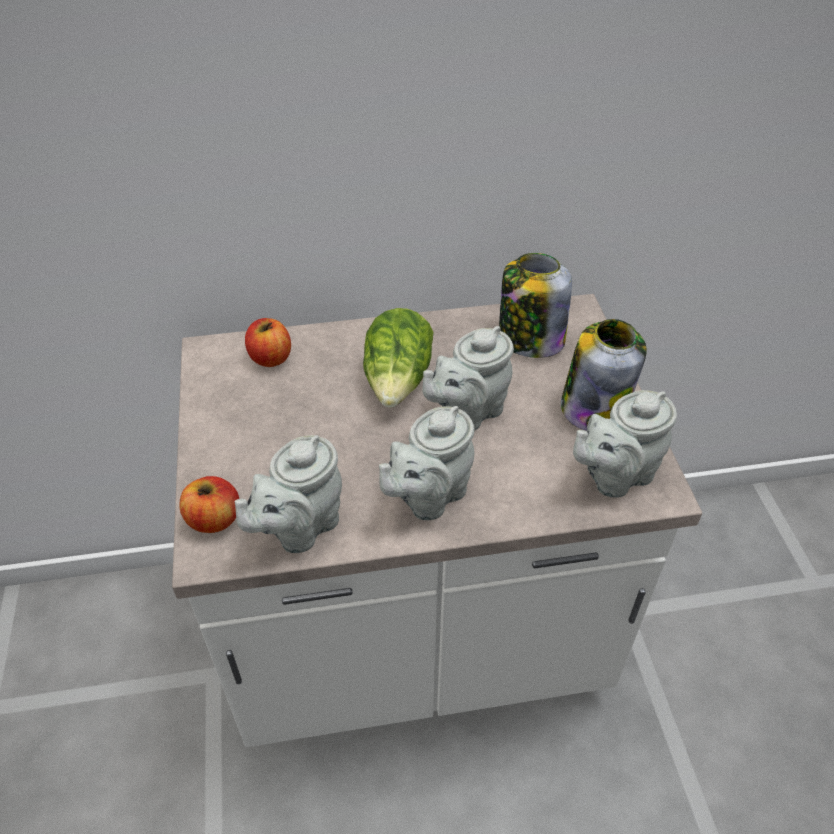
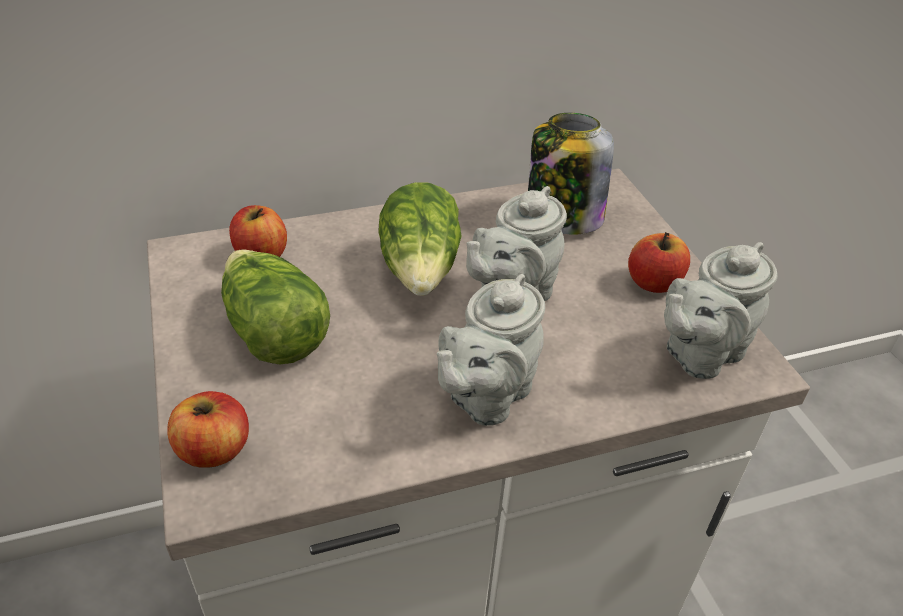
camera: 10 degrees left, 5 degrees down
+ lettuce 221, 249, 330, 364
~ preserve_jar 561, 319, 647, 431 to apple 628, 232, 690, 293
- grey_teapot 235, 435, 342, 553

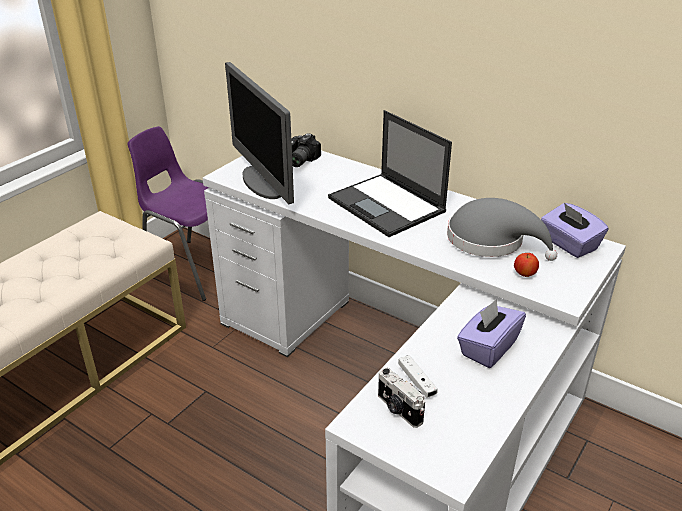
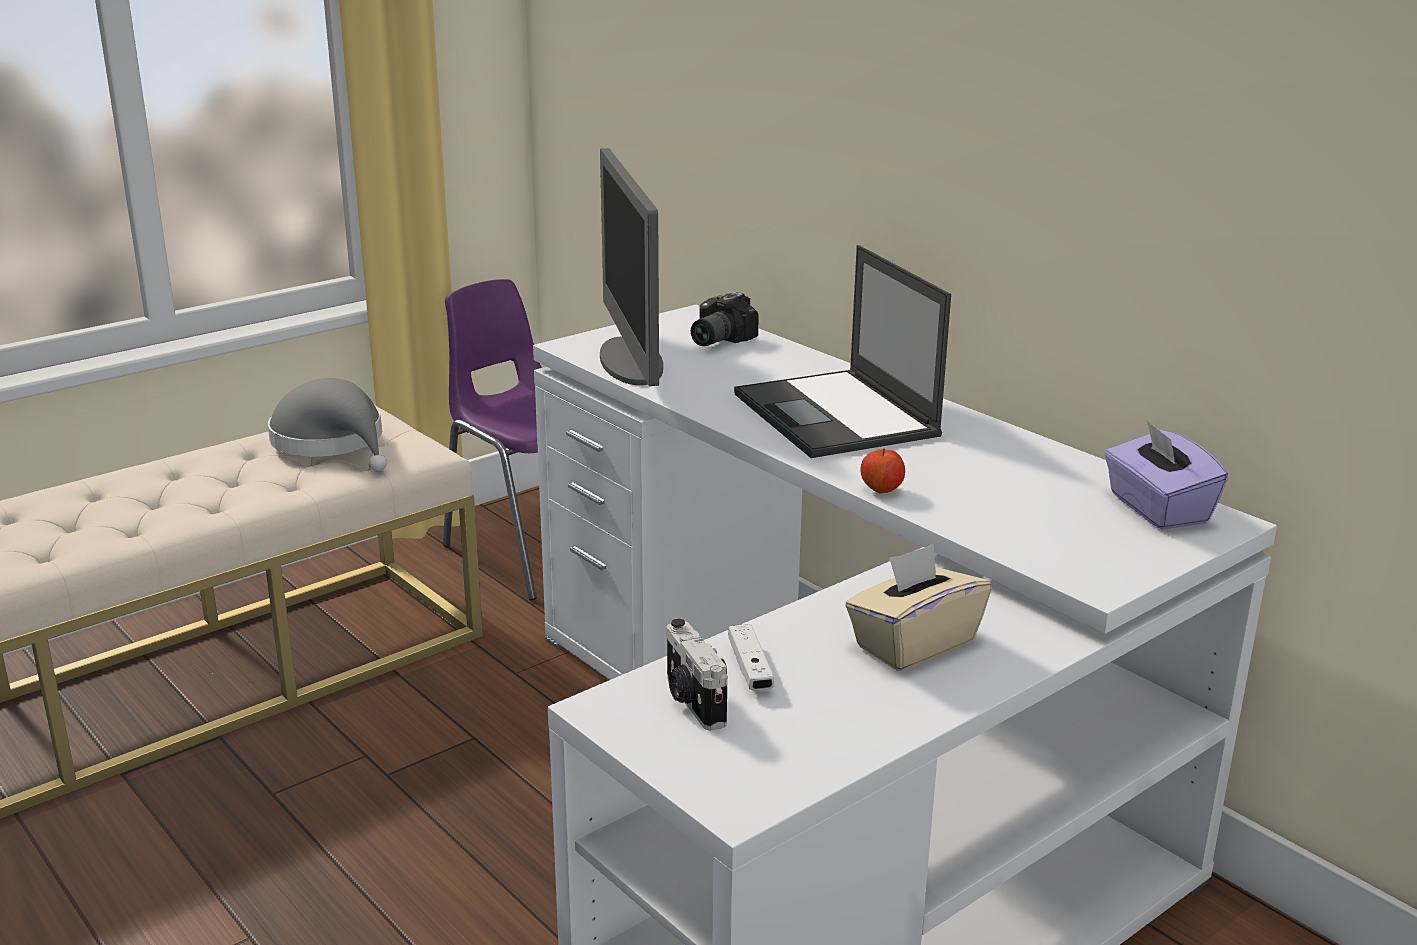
camera: 15 degrees right, 10 degrees down
~ grey_clothing_hat 447, 198, 557, 261 to 268, 378, 387, 471
~ purplish_tissue_holder 457, 299, 526, 368 to beige-coloured_tissue_holder 845, 544, 992, 671
~ apple 514, 253, 539, 277 to 860, 449, 905, 493

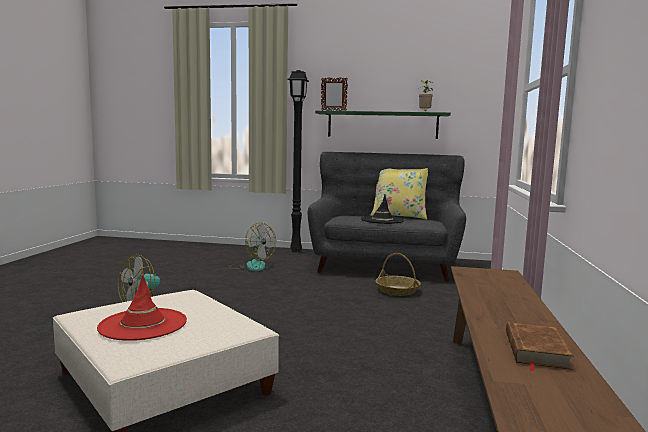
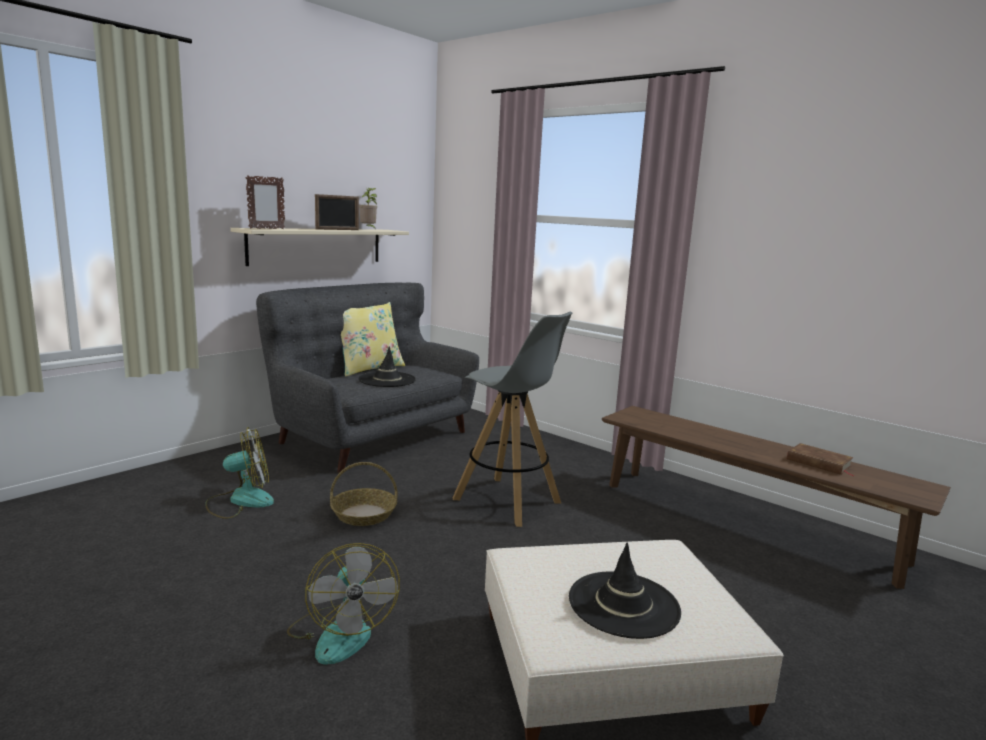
camera: 60 degrees left, 5 degrees up
~ greenish_shelf 315, 111, 451, 139 to beige-coloured_shelf 230, 228, 409, 266
+ standing_frame 315, 194, 359, 230
~ storage_basket 375, 253, 421, 296 to 330, 462, 397, 526
+ grey_stool 453, 312, 572, 527
~ red-coloured_clothing_hat 97, 274, 187, 341 to black_clothing_hat 569, 543, 681, 639
- black_standing_lamp 288, 70, 309, 252

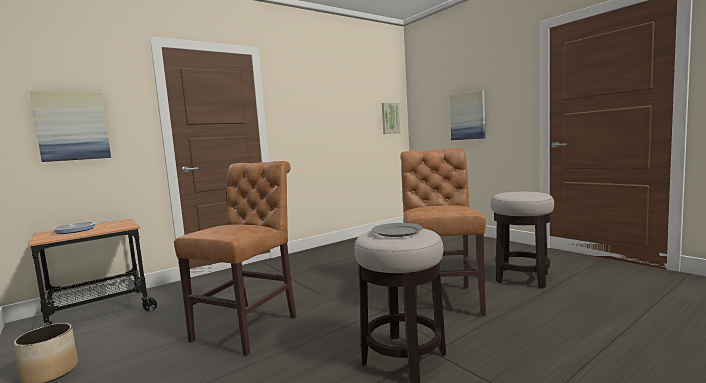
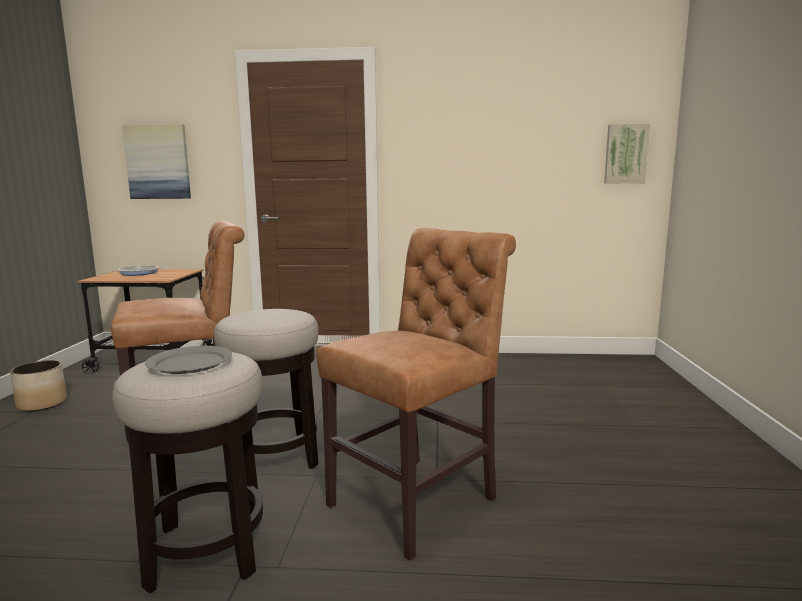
camera: 40 degrees right, 5 degrees up
~ stool 491, 191, 554, 288 to 214, 309, 319, 469
- picture 450, 90, 485, 140

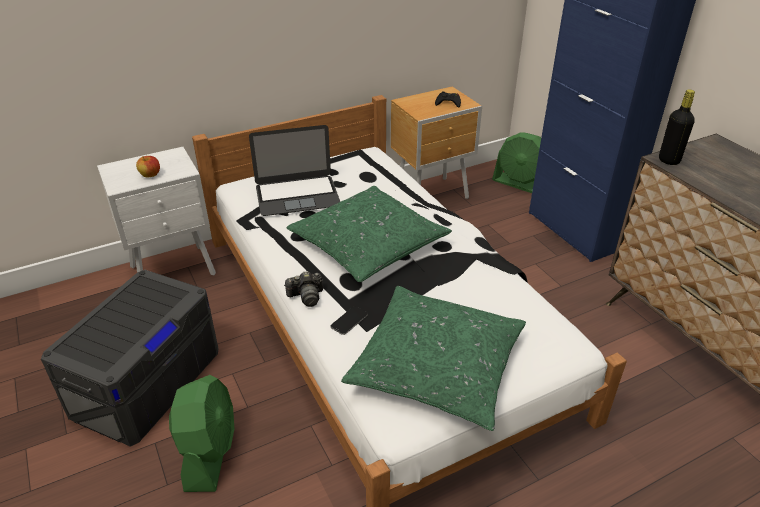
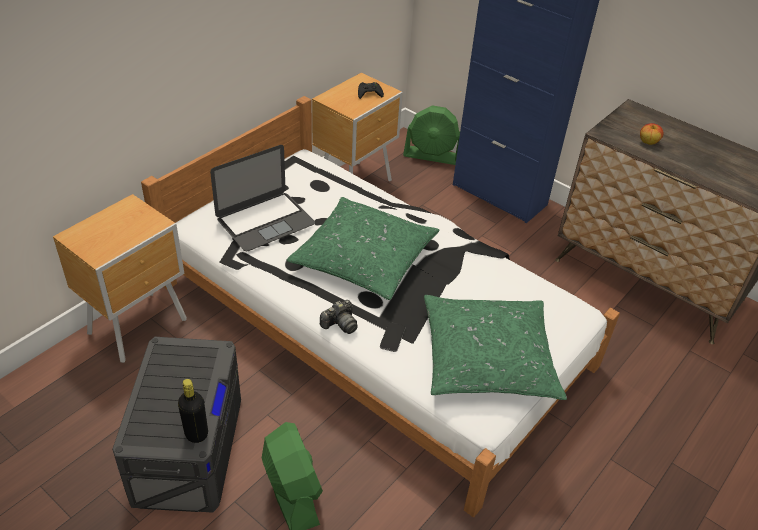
camera: 25 degrees left, 5 degrees up
~ white_nightstand 97, 147, 216, 276 to brownish_nightstand 53, 194, 187, 363
~ black_beverage_bottle 659, 89, 695, 165 to 178, 379, 208, 443
~ apple 136, 156, 160, 177 to 640, 123, 664, 145

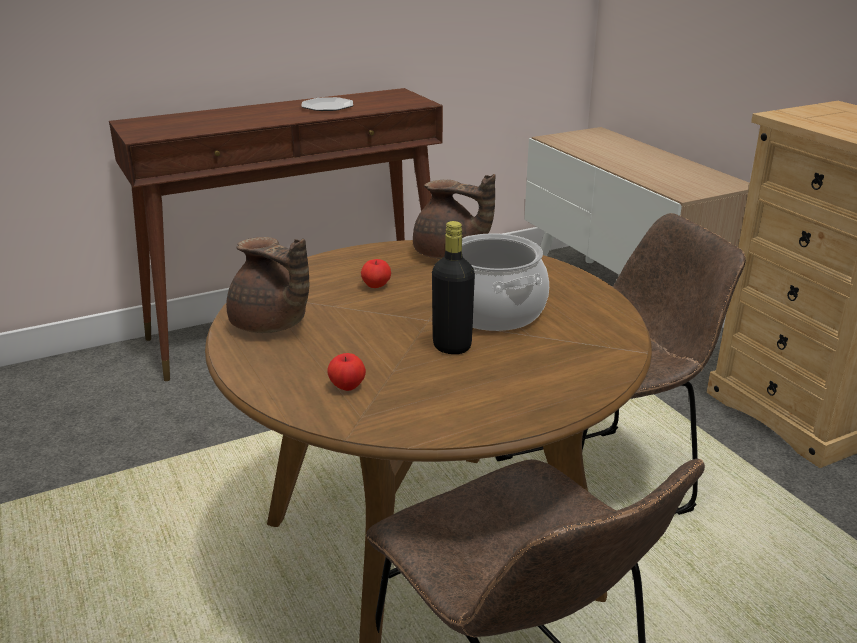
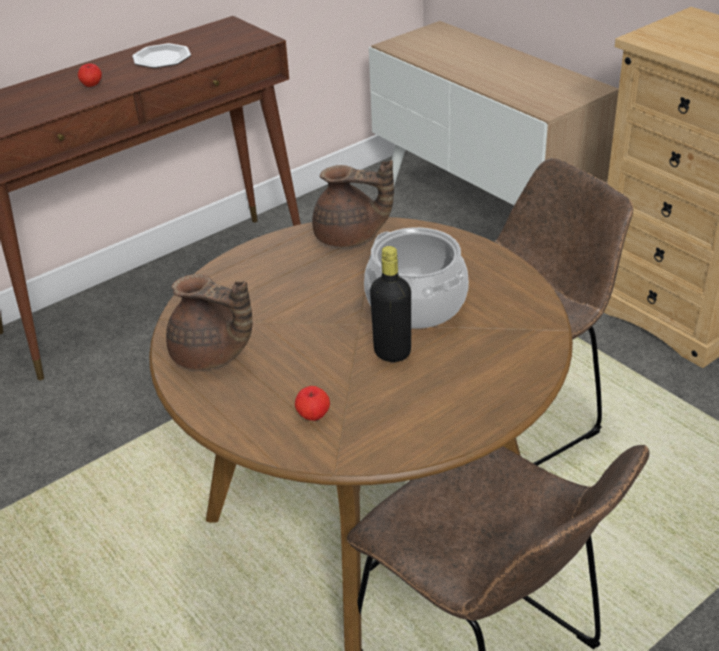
camera: 10 degrees left, 10 degrees up
~ apple 361, 259, 391, 288 to 78, 63, 102, 87

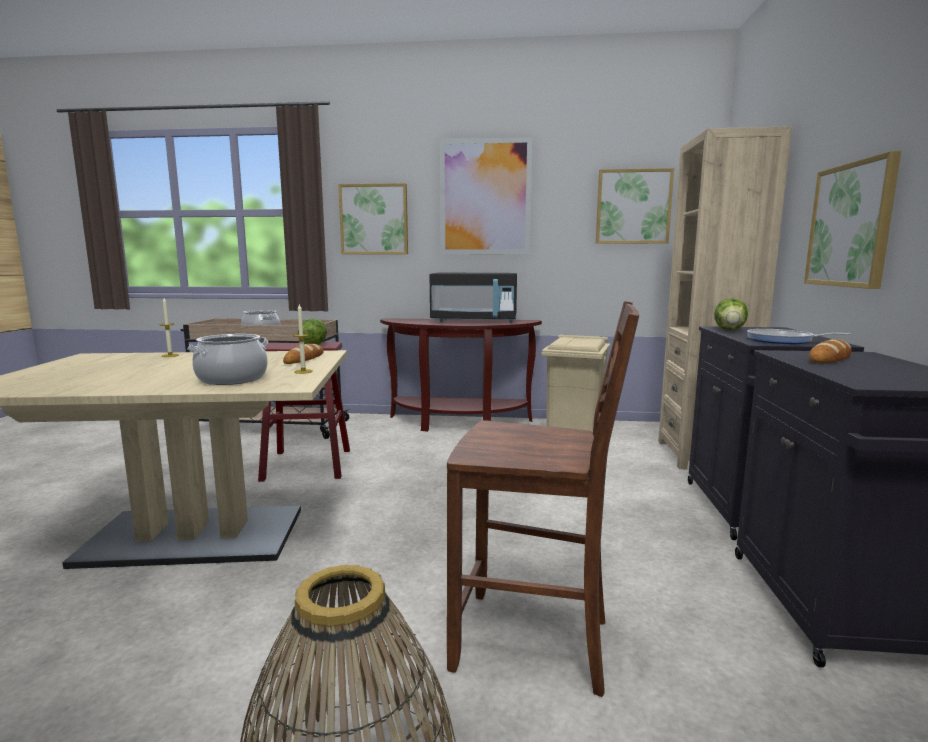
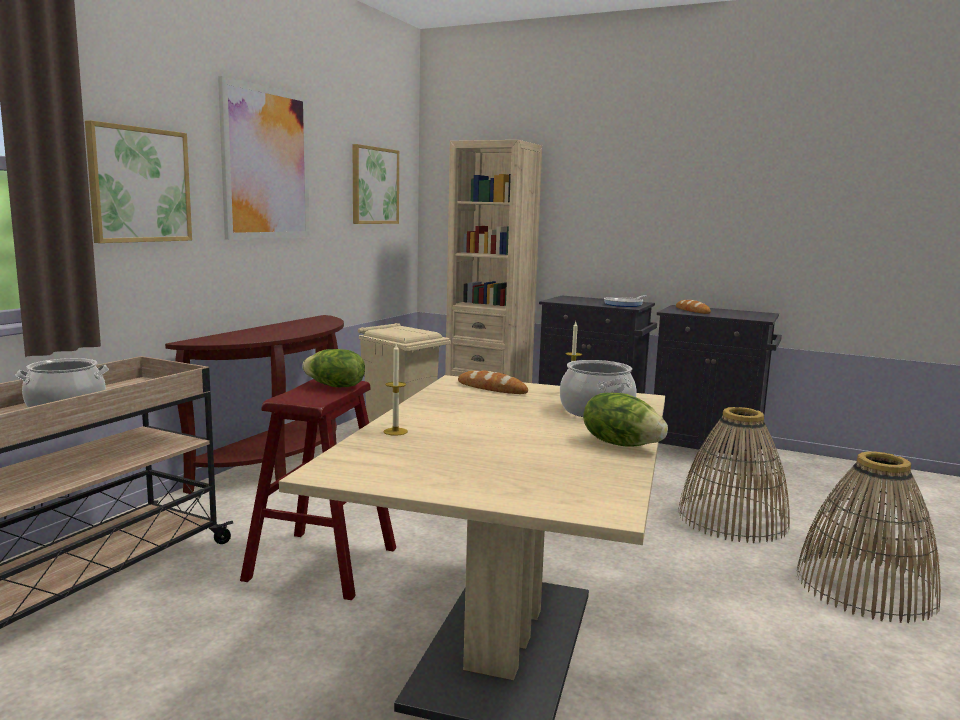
camera: 70 degrees left, 0 degrees up
~ lettuce 714, 299, 748, 330 to 583, 393, 668, 447
~ brownish_plain_chair 447, 301, 639, 697 to storage_basket 678, 407, 790, 543
- black_microwave_oven 430, 273, 517, 323
- picture 804, 151, 901, 289

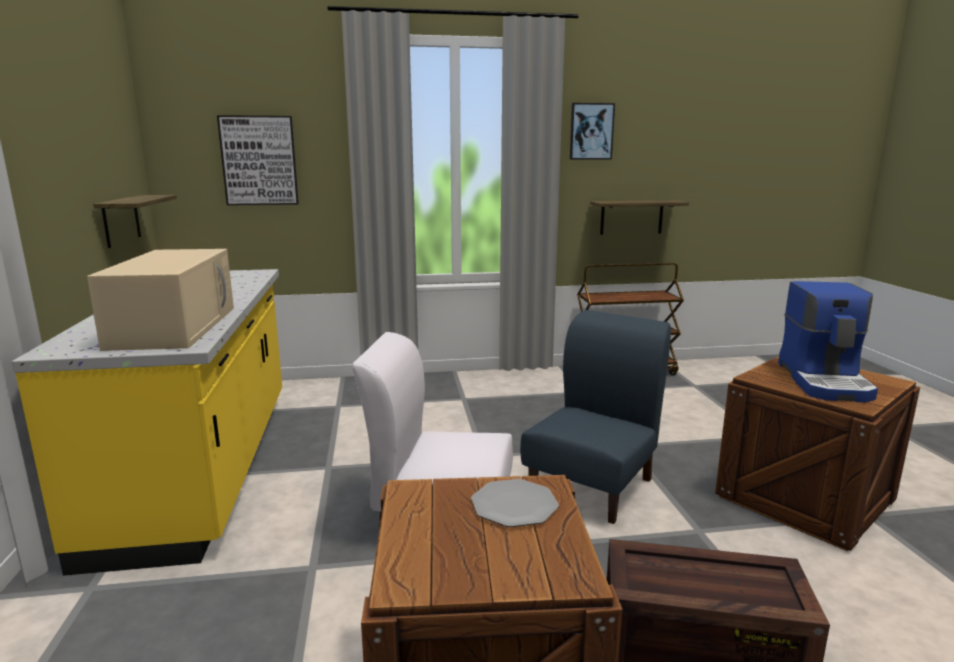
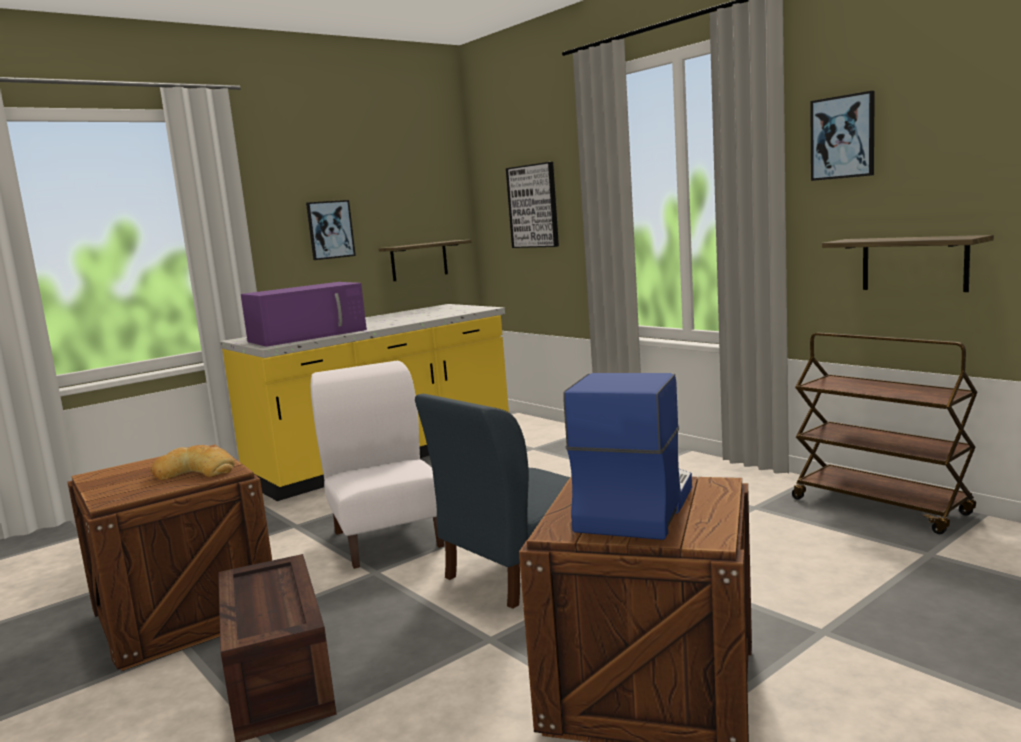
camera: 60 degrees right, 5 degrees down
~ dinner_plate 471, 479, 559, 527 to baked_bread 150, 445, 235, 480
~ beige-coloured_microwave_oven 87, 249, 234, 351 to purplish_microwave_oven 241, 282, 367, 347
+ picture 306, 200, 356, 260
~ blue-coloured_plain_chair 520, 310, 671, 524 = 415, 394, 570, 609 135 degrees clockwise
~ coffee_machine 778, 281, 878, 402 = 563, 373, 692, 540 135 degrees clockwise

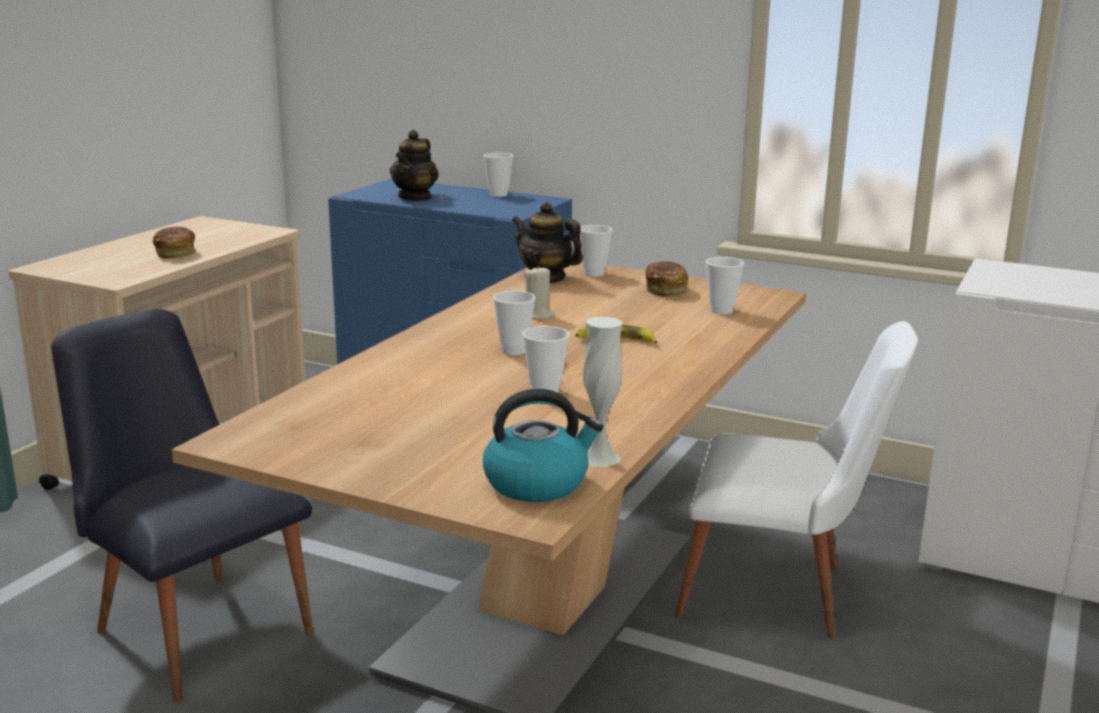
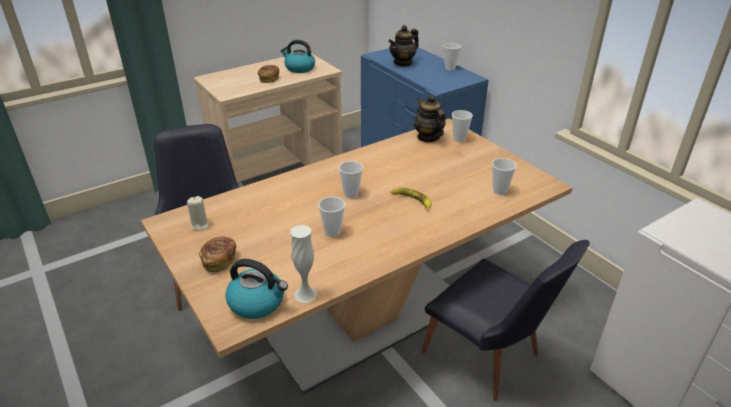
camera: 30 degrees right, 15 degrees up
~ beige-coloured_candle 525, 265, 555, 320 to 187, 196, 210, 231
~ baked_bread 646, 261, 688, 296 to 199, 237, 236, 272
+ tea_kettle 280, 40, 315, 73
~ white_plain_chair 675, 321, 918, 639 to black_plain_chair 422, 240, 590, 401

